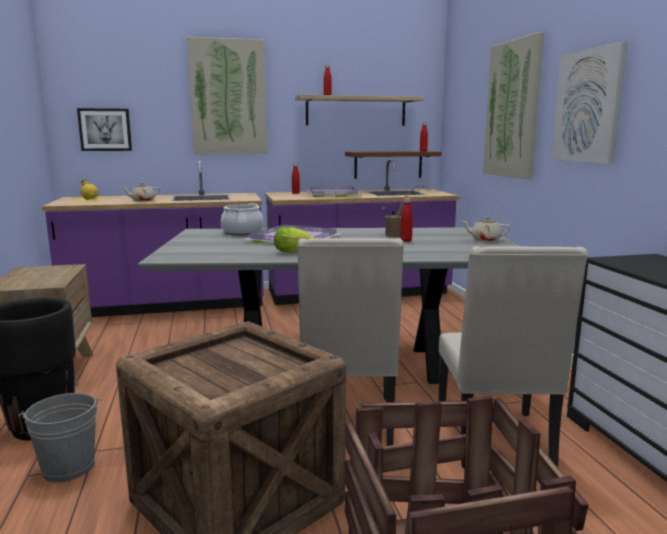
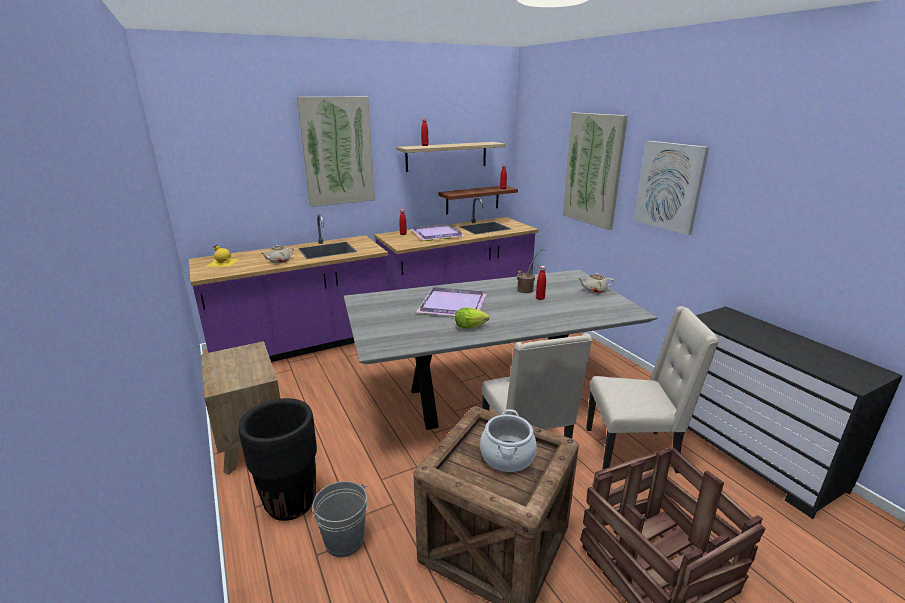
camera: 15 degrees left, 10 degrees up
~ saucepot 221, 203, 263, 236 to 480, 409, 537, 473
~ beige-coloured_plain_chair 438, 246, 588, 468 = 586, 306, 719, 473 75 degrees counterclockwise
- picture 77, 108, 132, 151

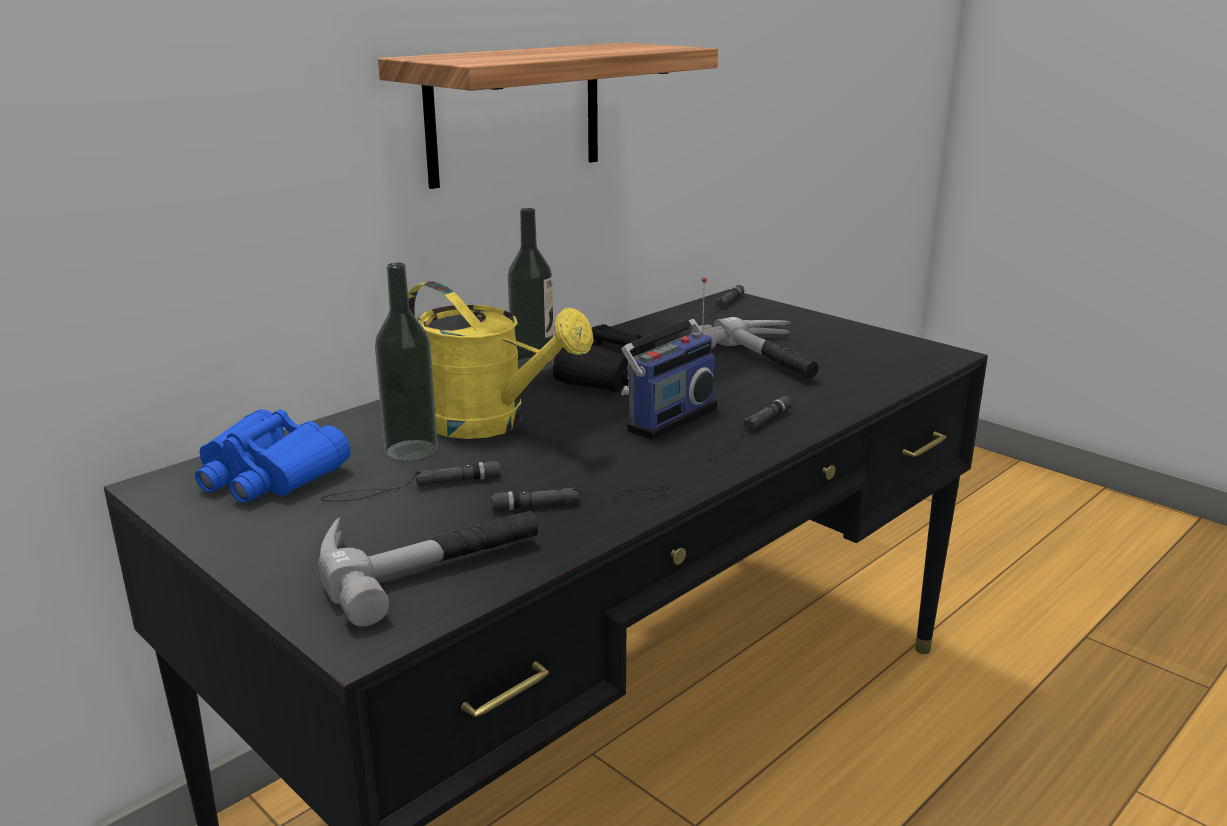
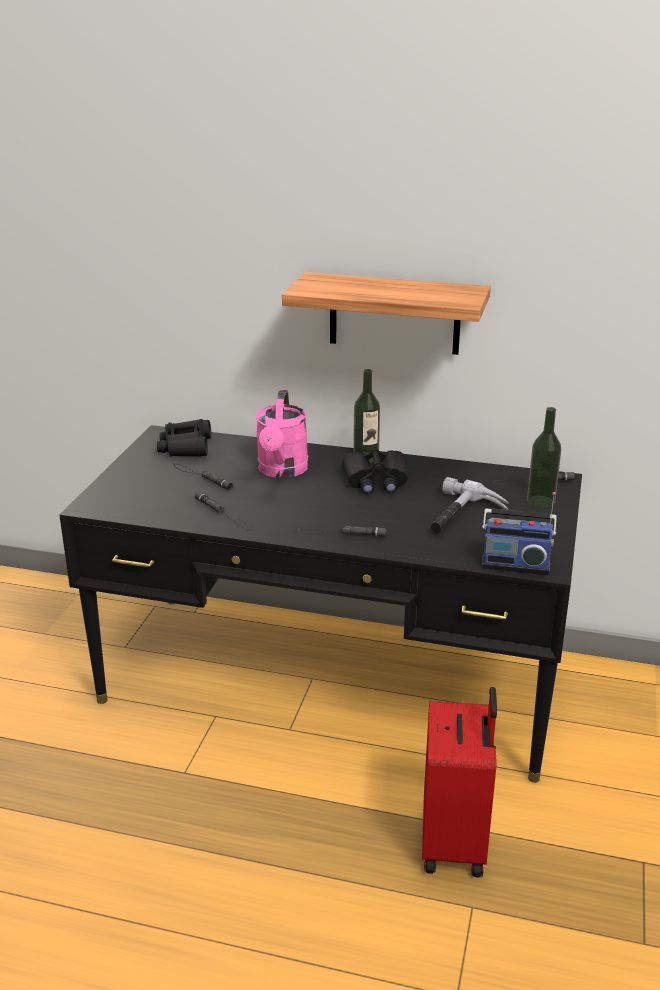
camera: 60 degrees right, 5 degrees up
~ blue-coloured_field_glasses 195, 409, 351, 503 to black_field_glasses 157, 419, 211, 457
~ yellow_sprinkling_can 408, 281, 594, 439 to pink-coloured_sprinkling_can 255, 390, 309, 478
+ red-coloured_piece_of_luggage 422, 687, 497, 877
~ radio 621, 277, 717, 440 to 482, 492, 557, 575
~ beverage_bottle 375, 263, 438, 462 to 527, 407, 561, 509
- hammer 319, 511, 539, 627

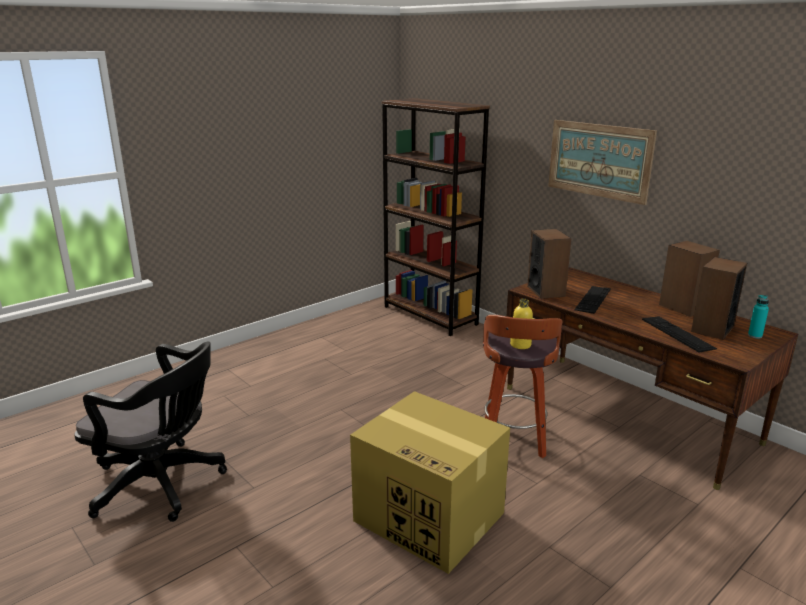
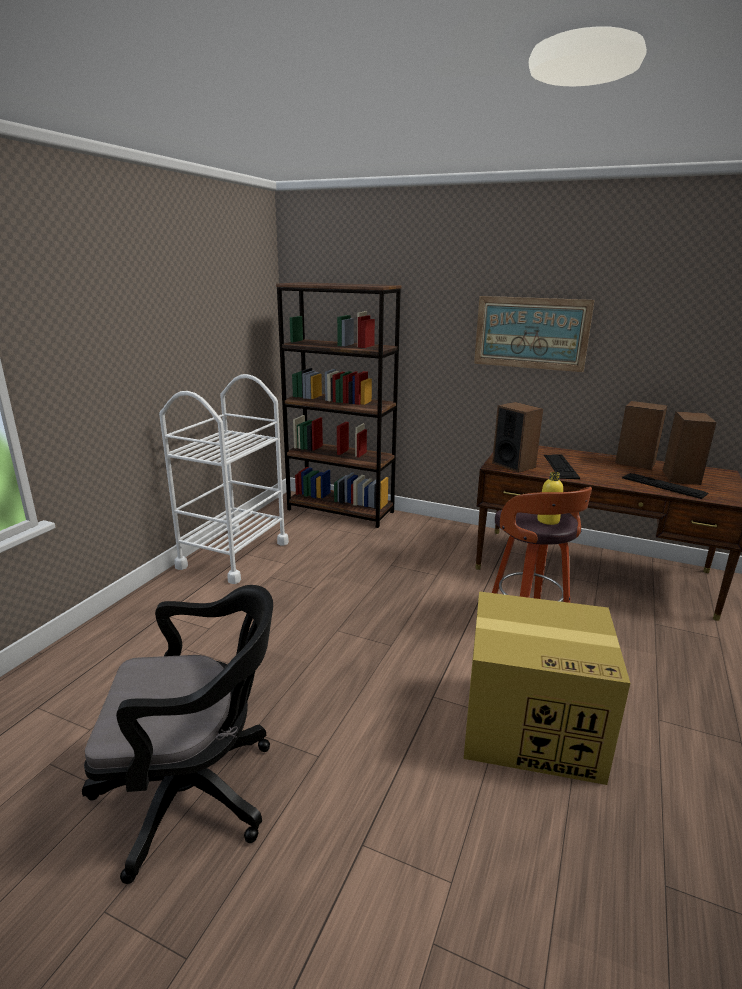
camera: 25 degrees left, 0 degrees up
+ white_cart 159, 374, 289, 584
- turquoise_beverage_bottle 748, 295, 769, 339

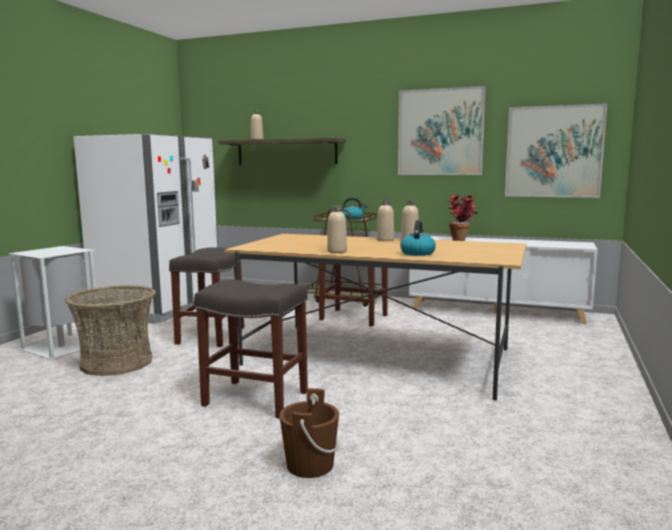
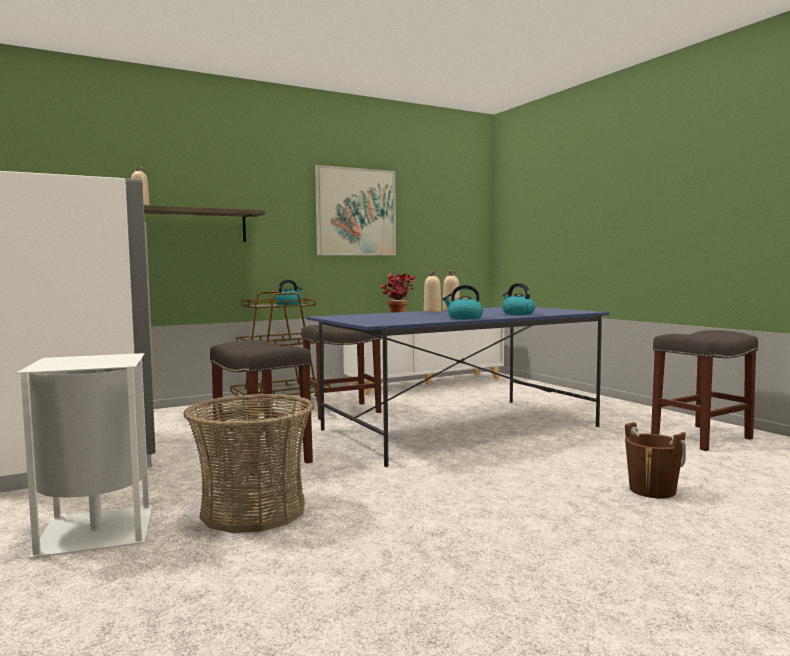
camera: 50 degrees left, 5 degrees down
~ beige-coloured_dinner_table 224, 234, 526, 400 to blue-coloured_dinner_table 307, 307, 609, 467
~ beige-coloured_beverage_bottle 327, 205, 347, 253 to tea_kettle 443, 285, 483, 319
~ grey_stool 194, 280, 308, 419 to 651, 330, 758, 451
- picture 505, 103, 608, 198

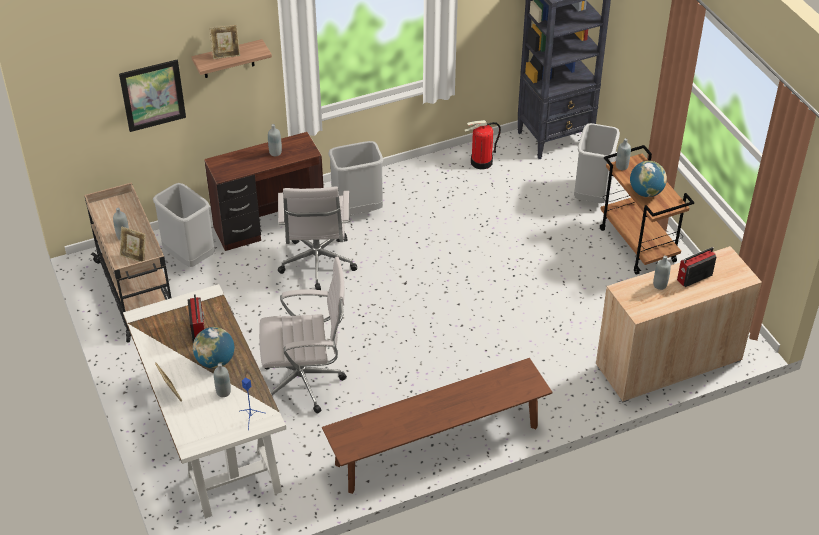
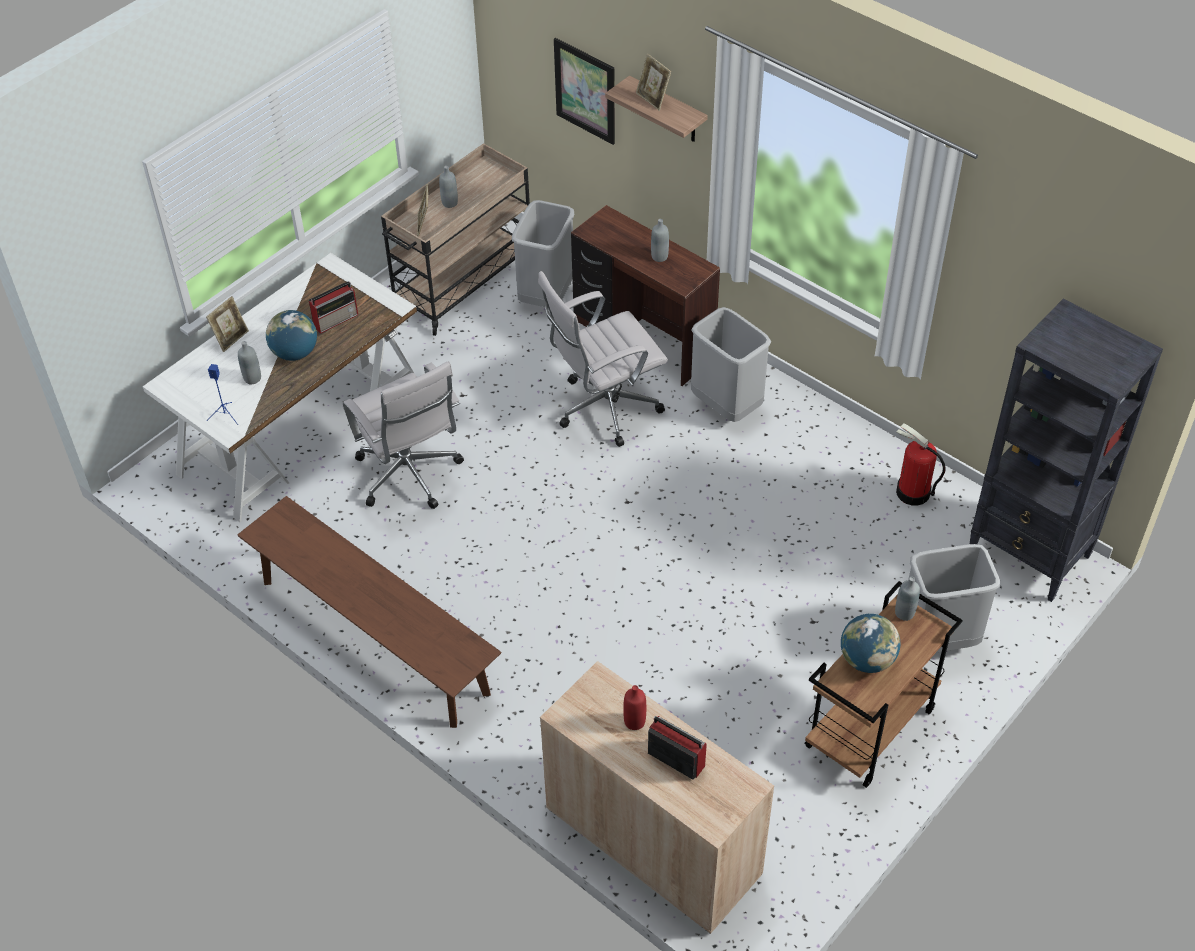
camera: 65 degrees right, 5 degrees up
~ grey_beverage_bottle 653, 255, 671, 290 to red-coloured_beverage_bottle 623, 685, 646, 730

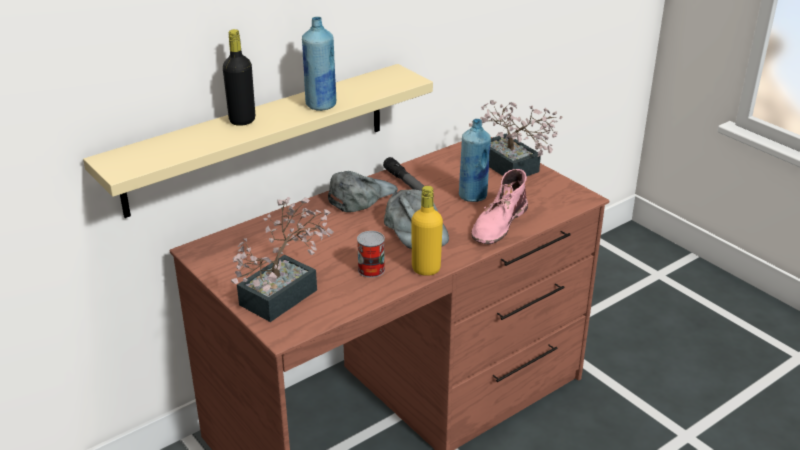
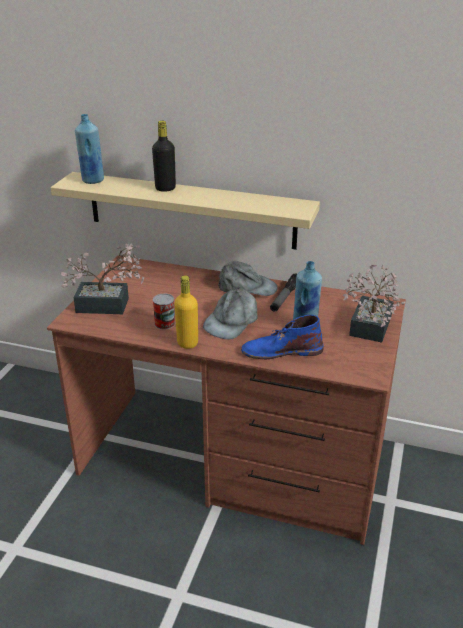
camera: 55 degrees right, 0 degrees up
~ blue-coloured_beverage_bottle 302, 17, 336, 111 to 75, 114, 104, 184
~ pink-coloured_tall_boot 471, 169, 528, 244 to blue-coloured_tall_boot 241, 315, 324, 359

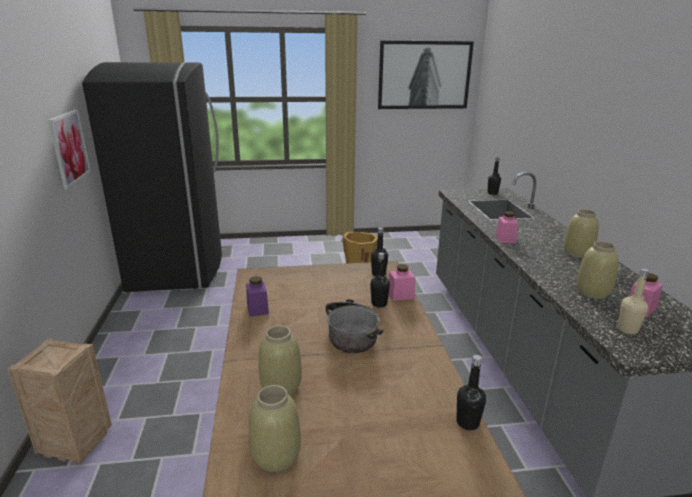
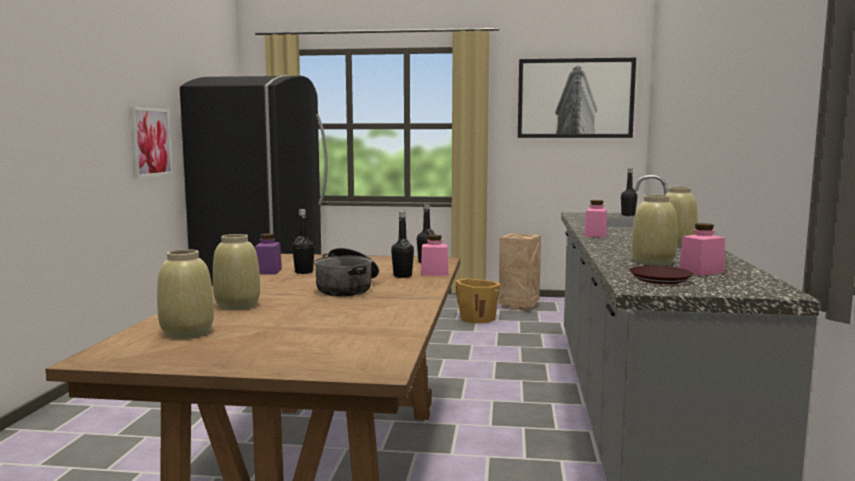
camera: 15 degrees right, 15 degrees down
~ black_beverage_bottle 457, 355, 486, 430 to 292, 209, 315, 274
~ crate 7, 338, 112, 464 to 499, 233, 541, 312
~ beige-coloured_beverage_bottle 617, 268, 649, 334 to brownish_dinner_plate 629, 266, 693, 284

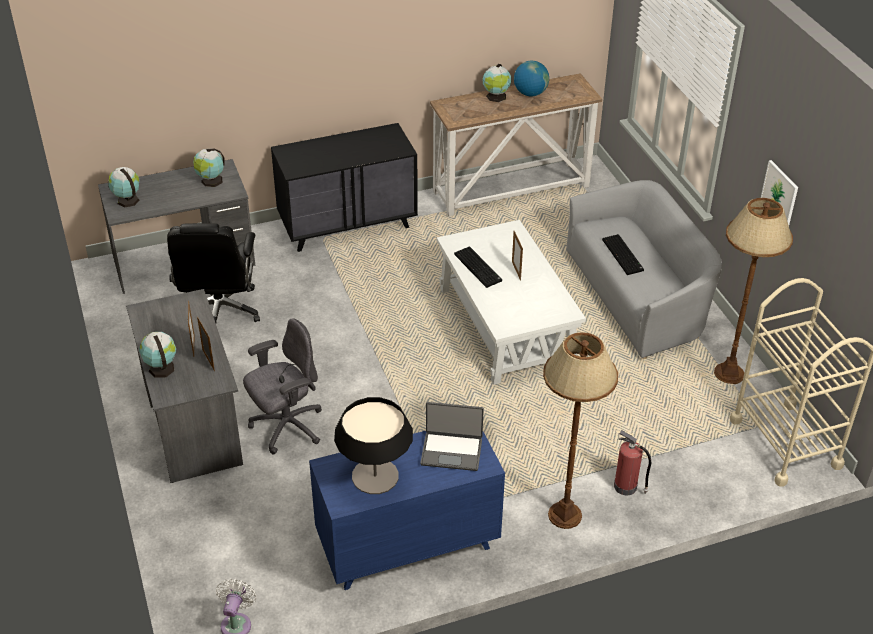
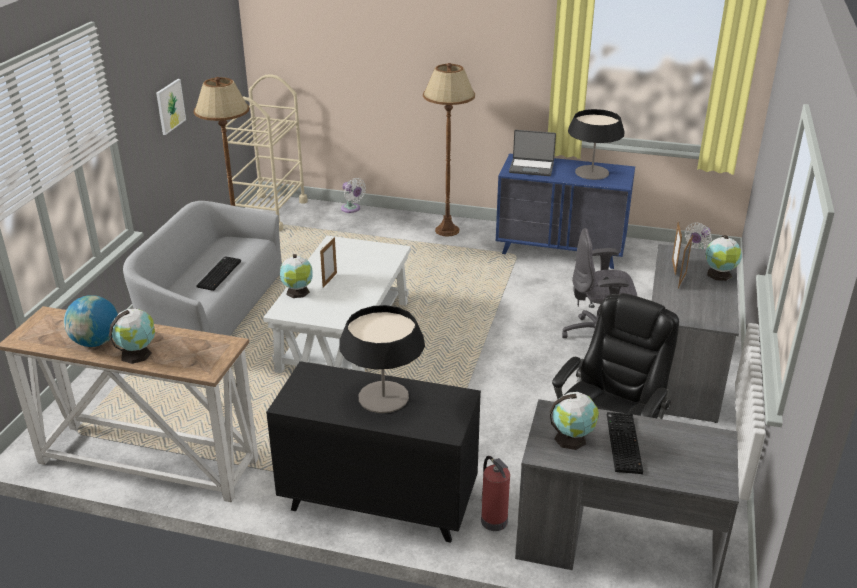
camera: 145 degrees left, 10 degrees down
~ world_globe 108, 167, 139, 207 to 280, 254, 313, 298
+ lamp_for_a_table 339, 305, 425, 413
+ white_electric_fan 341, 178, 366, 213
~ extinguisher 614, 430, 651, 495 to 480, 456, 510, 531
~ laptop 420, 402, 484, 471 = 509, 130, 556, 176 150 degrees clockwise
~ PC_keyboard 454, 246, 502, 288 to 607, 412, 643, 474

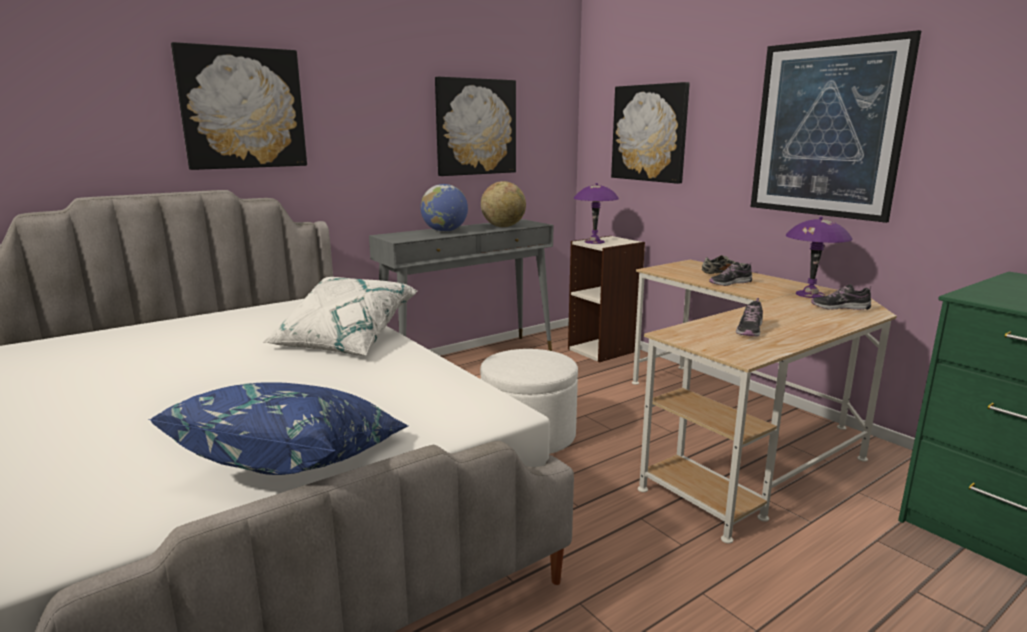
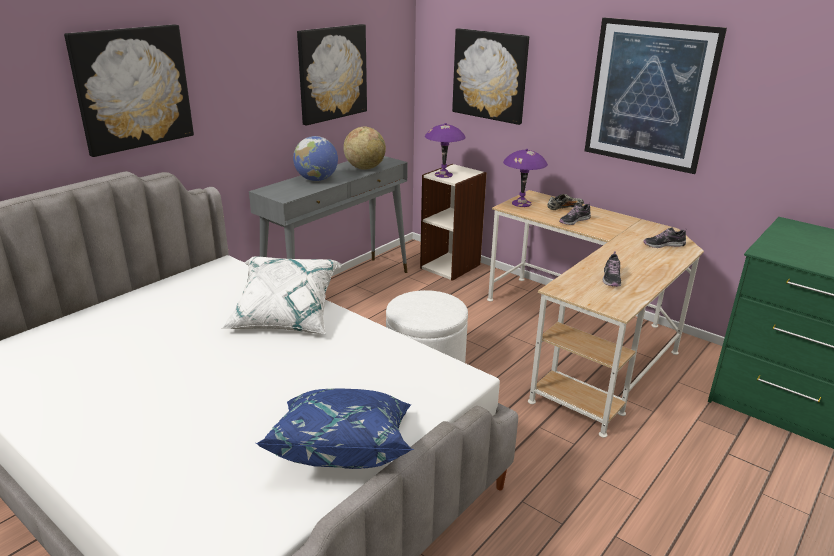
camera: 15 degrees left, 10 degrees up
~ purplish_lamp_for_a_table 786, 216, 853, 298 to 503, 149, 548, 207

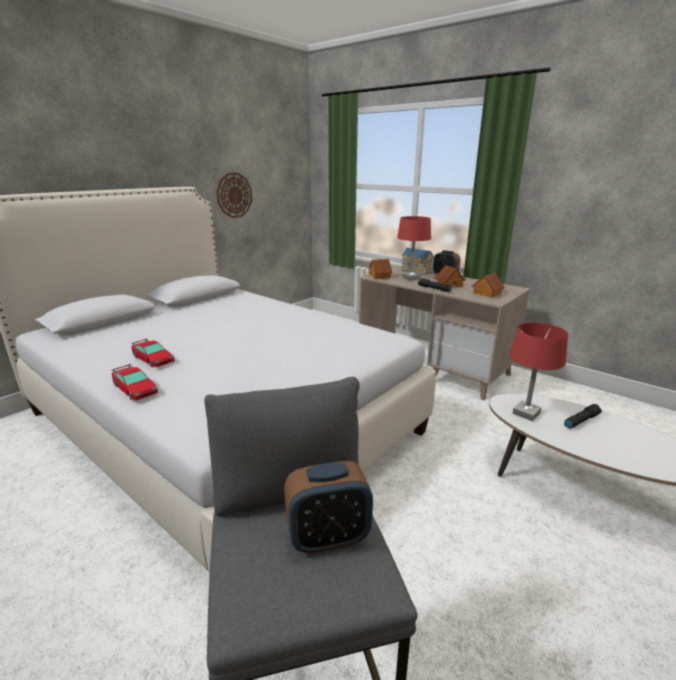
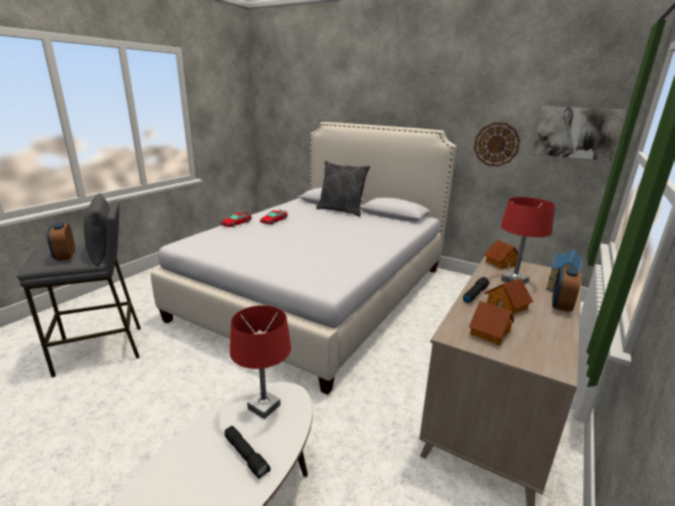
camera: 80 degrees right, 0 degrees up
+ grey_throw_pillow 316, 161, 370, 217
+ picture 532, 106, 626, 161

